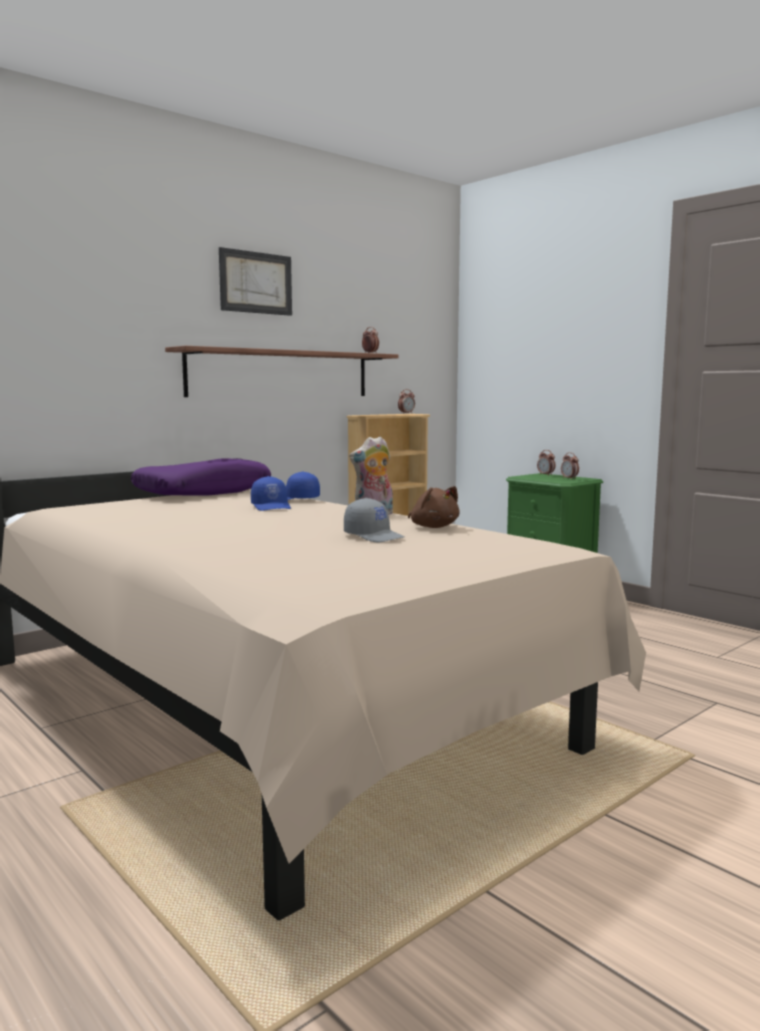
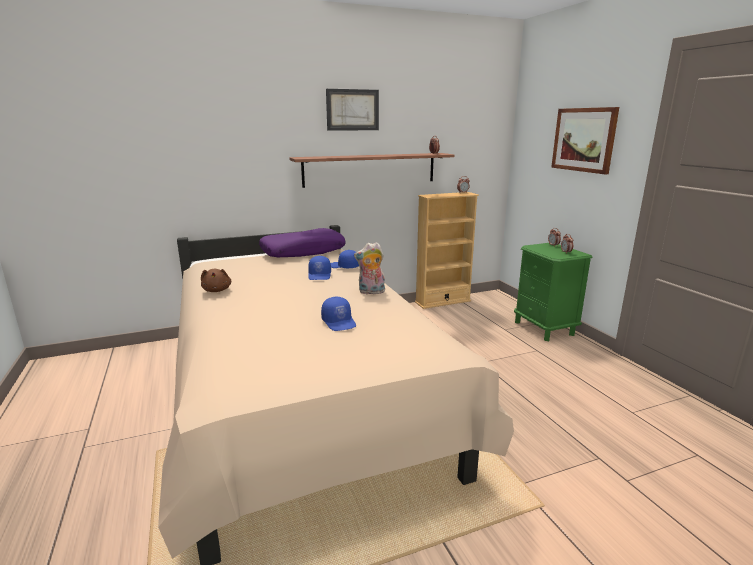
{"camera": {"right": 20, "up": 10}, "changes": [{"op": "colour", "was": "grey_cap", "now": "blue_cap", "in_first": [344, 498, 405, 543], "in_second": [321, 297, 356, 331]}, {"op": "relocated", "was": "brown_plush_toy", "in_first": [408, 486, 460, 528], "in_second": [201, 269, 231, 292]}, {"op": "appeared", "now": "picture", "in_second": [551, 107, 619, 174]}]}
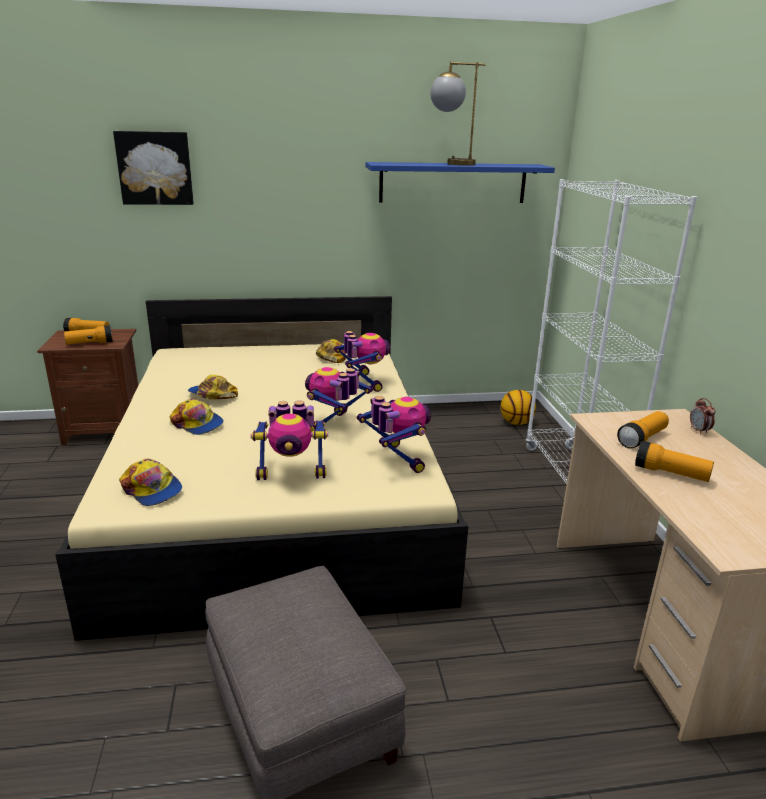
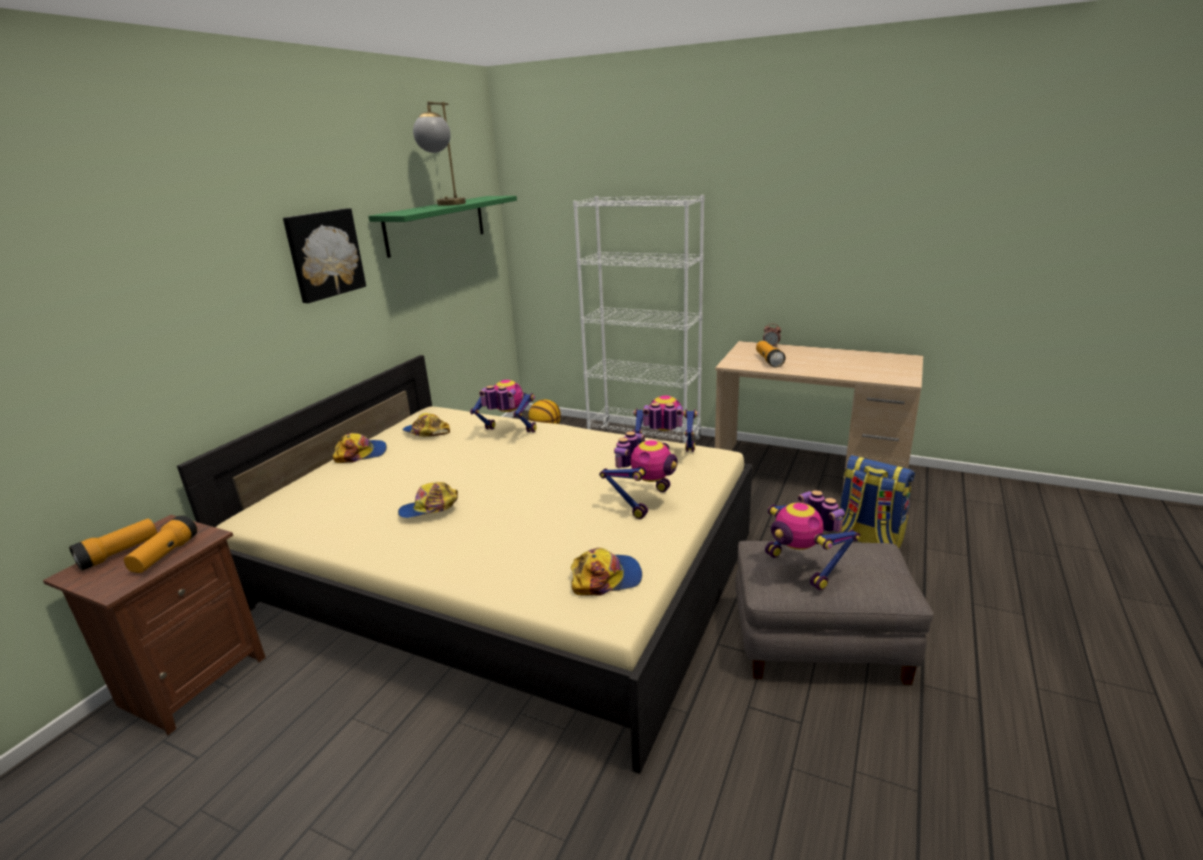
{"camera": {"right": -55, "up": 0}, "changes": [{"op": "relocated", "was": "picture", "in_first": [113, 131, 194, 205], "in_second": [283, 208, 366, 303]}, {"op": "relocated", "was": "cap", "in_first": [169, 399, 224, 435], "in_second": [333, 433, 387, 463]}, {"op": "relocated", "was": "toy_robot", "in_first": [305, 367, 373, 432], "in_second": [765, 490, 860, 590]}, {"op": "colour", "was": "blue_shelf", "now": "green_shelf", "in_first": [366, 162, 555, 203], "in_second": [368, 196, 517, 258]}, {"op": "missing", "was": "flashlight", "in_first": [635, 441, 714, 482]}, {"op": "appeared", "now": "backpack", "in_second": [836, 455, 915, 548]}]}
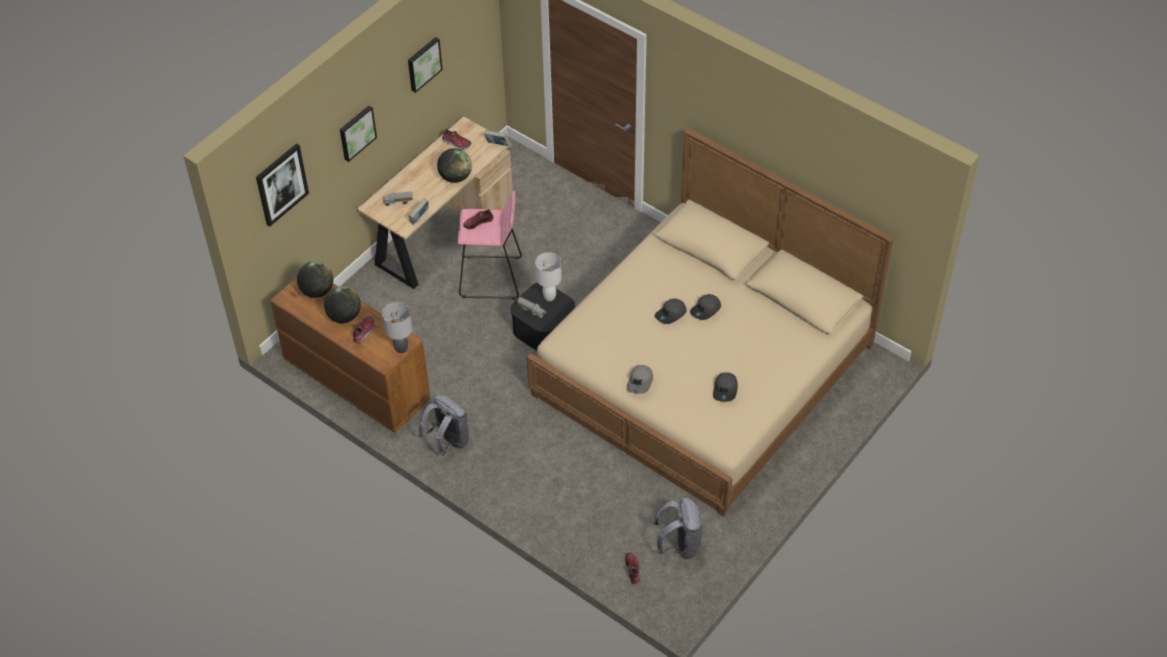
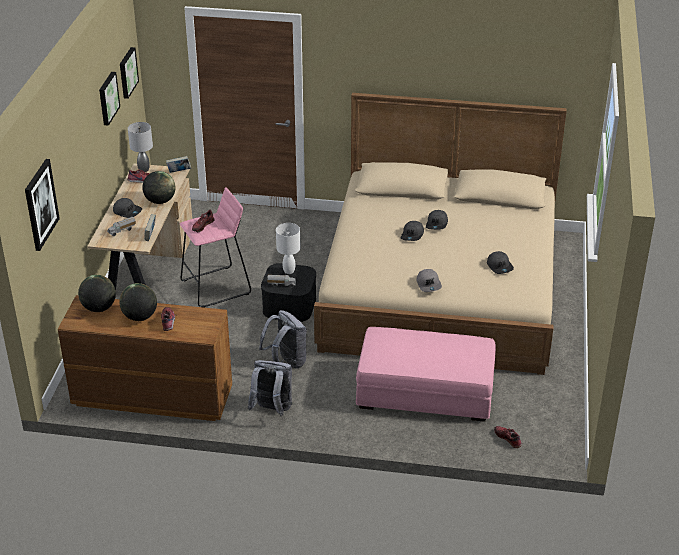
{"camera": {"right": -30, "up": -15}, "changes": [{"op": "relocated", "was": "picture", "in_first": [340, 106, 377, 162], "in_second": [120, 47, 139, 99]}, {"op": "relocated", "was": "grey_table_lamp", "in_first": [382, 302, 412, 353], "in_second": [128, 122, 153, 172]}, {"op": "relocated", "was": "grey_backpack", "in_first": [654, 497, 703, 559], "in_second": [259, 310, 307, 369]}, {"op": "appeared", "now": "grey_cap", "in_second": [113, 198, 142, 218]}, {"op": "appeared", "now": "pink_ottoman", "in_second": [356, 327, 496, 422]}]}
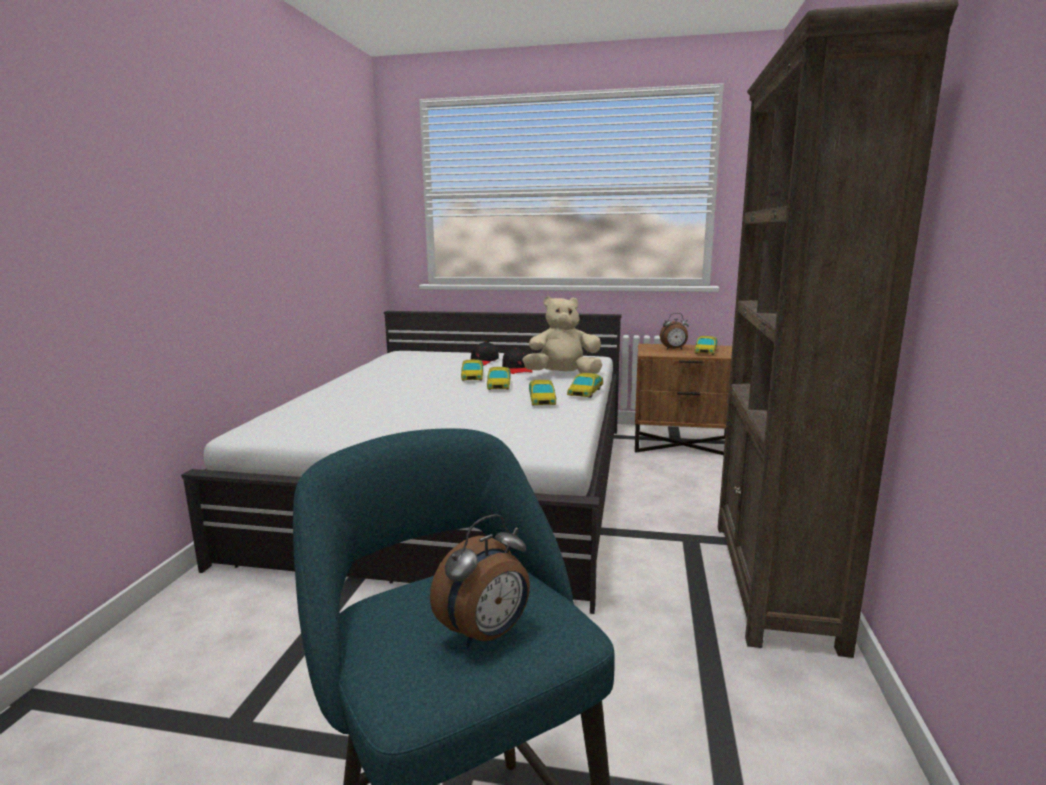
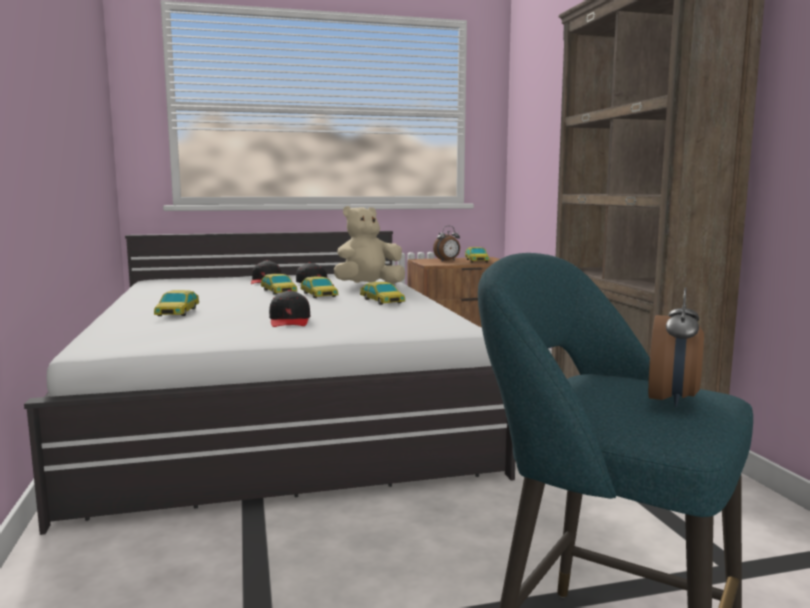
{"camera": {"right": -25, "up": -5}, "changes": [{"op": "relocated", "was": "toy_car", "in_first": [567, 373, 603, 398], "in_second": [154, 290, 199, 316]}, {"op": "appeared", "now": "black_cap", "in_second": [269, 290, 310, 327]}]}
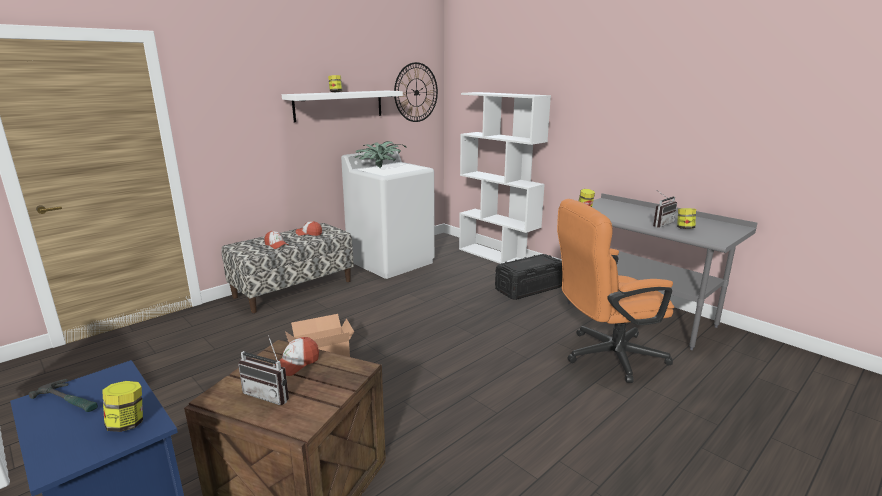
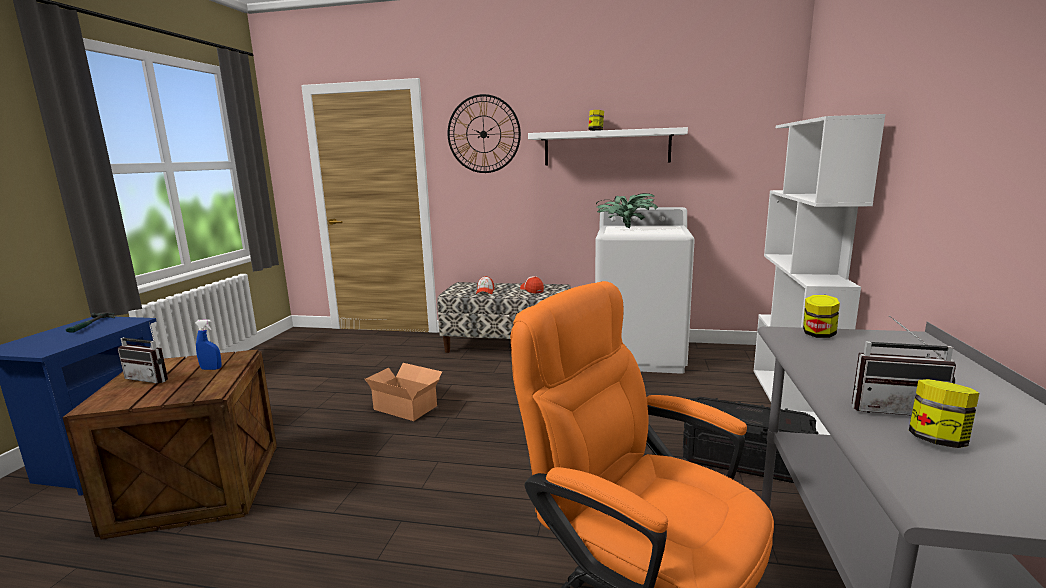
{"camera": {"right": 55, "up": -5}, "changes": [{"op": "missing", "was": "jar", "in_first": [102, 381, 143, 432]}, {"op": "spun", "was": "radio", "in_first": [238, 335, 289, 405], "in_second": [118, 322, 168, 384], "clockwise": -60}, {"op": "exchanged", "was": "cap", "now": "blue_spray_bottle", "in_first": [275, 337, 319, 376], "in_second": [195, 319, 222, 370]}, {"op": "relocated", "was": "wall_clock", "in_first": [394, 62, 438, 122], "in_second": [447, 94, 521, 173]}]}
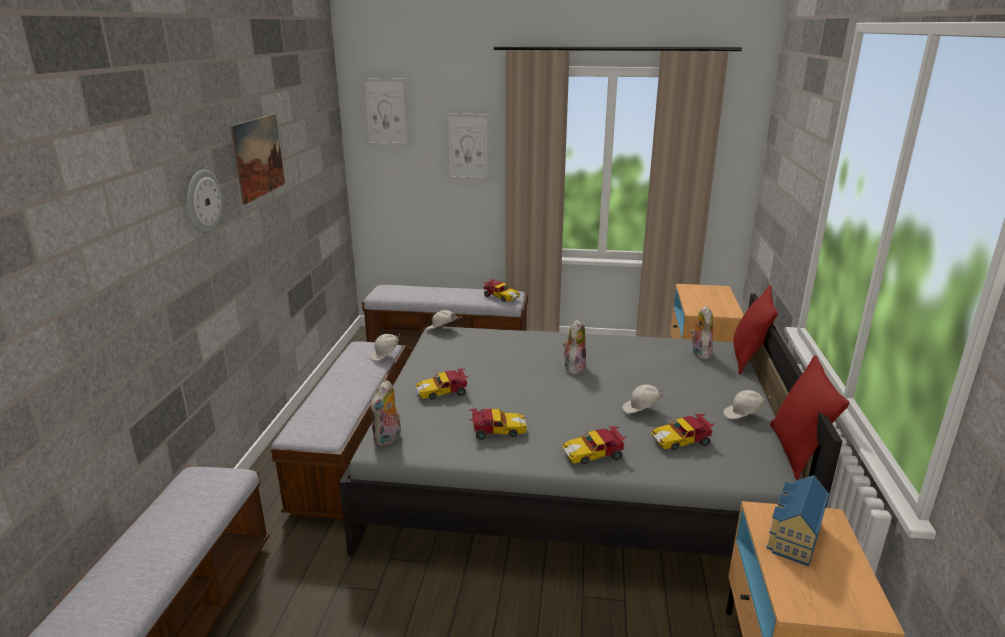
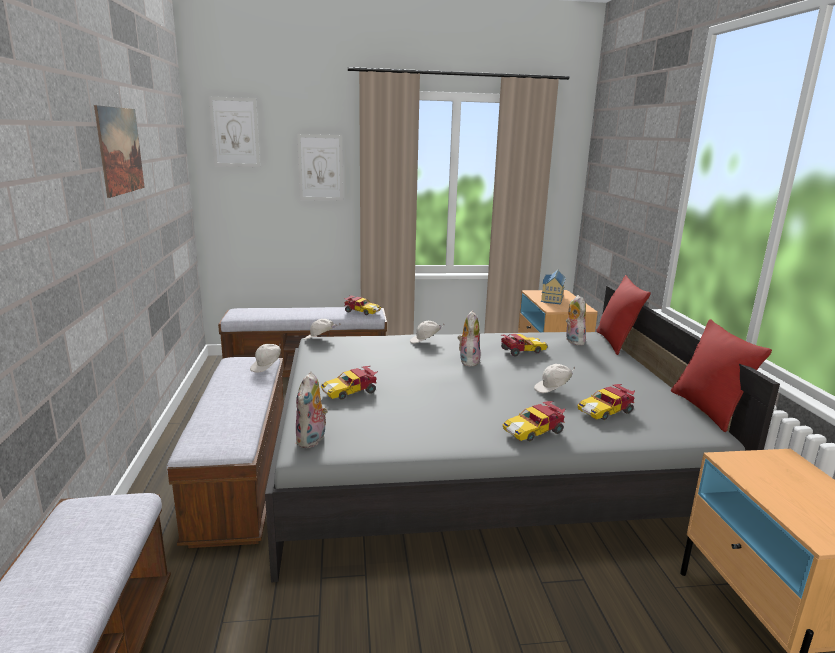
{"camera": {"right": -15, "up": -5}, "changes": [{"op": "missing", "was": "wall_clock", "in_first": [187, 170, 223, 233]}, {"op": "relocated", "was": "toy_car", "in_first": [468, 408, 527, 440], "in_second": [500, 334, 547, 356]}, {"op": "relocated", "was": "white_cap", "in_first": [723, 390, 771, 419], "in_second": [410, 321, 445, 344]}, {"op": "relocated", "was": "toy_house", "in_first": [767, 475, 829, 566], "in_second": [541, 270, 566, 304]}]}
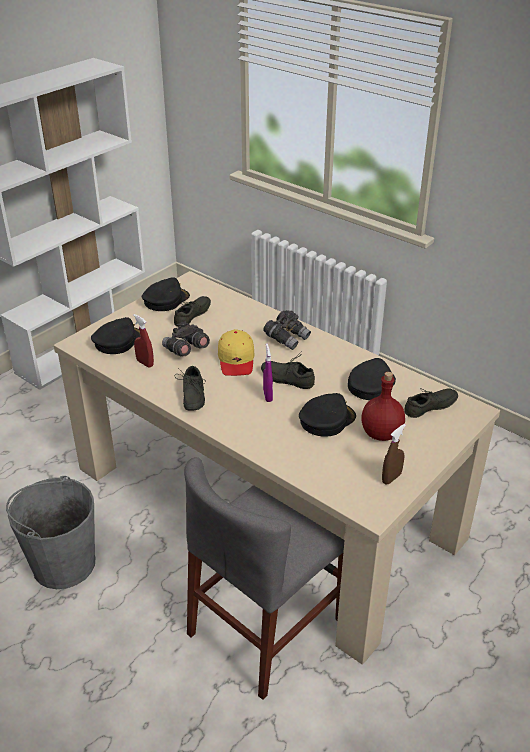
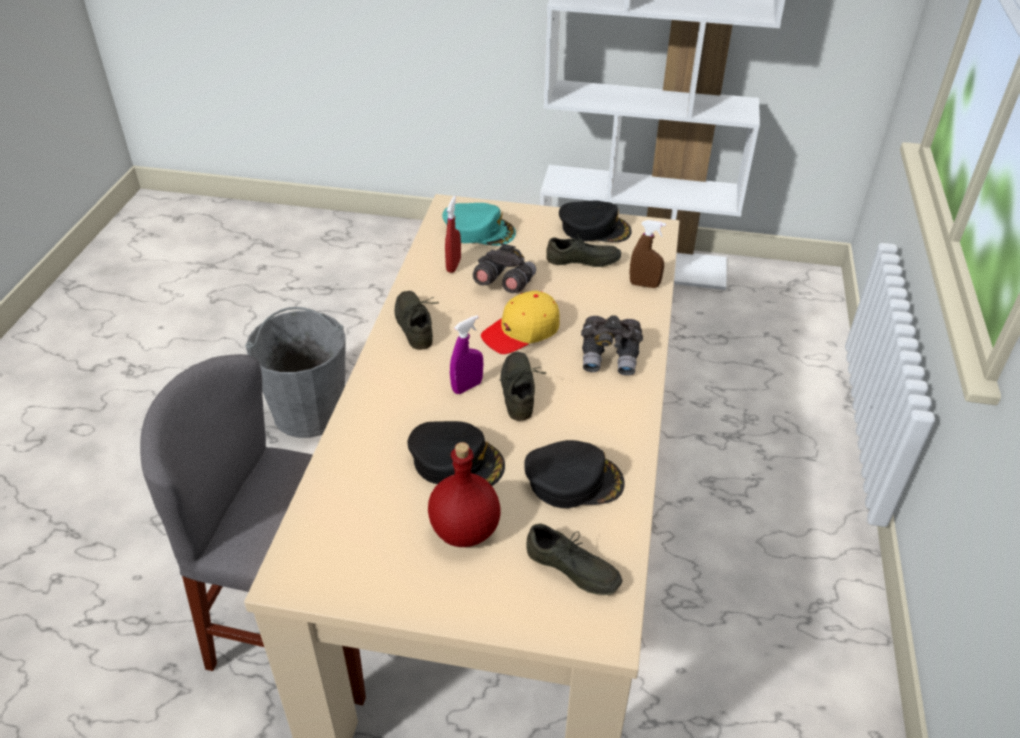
{"camera": {"right": 60, "up": 5}, "changes": [{"op": "colour", "was": "black_cap", "now": "turquoise_cap", "in_first": [91, 317, 140, 354], "in_second": [442, 203, 516, 246]}, {"op": "spun", "was": "grey_shoe", "in_first": [175, 366, 206, 410], "in_second": [395, 291, 439, 350], "clockwise": 105}, {"op": "relocated", "was": "brown_spray_bottle", "in_first": [382, 424, 406, 484], "in_second": [630, 220, 666, 288]}]}
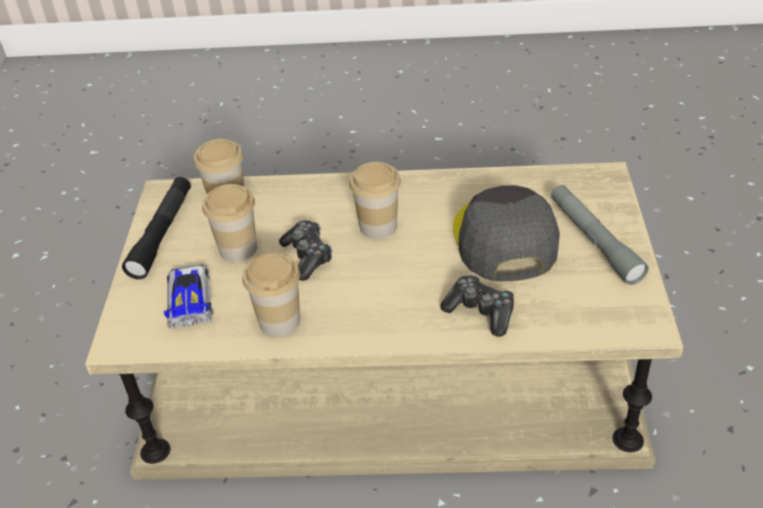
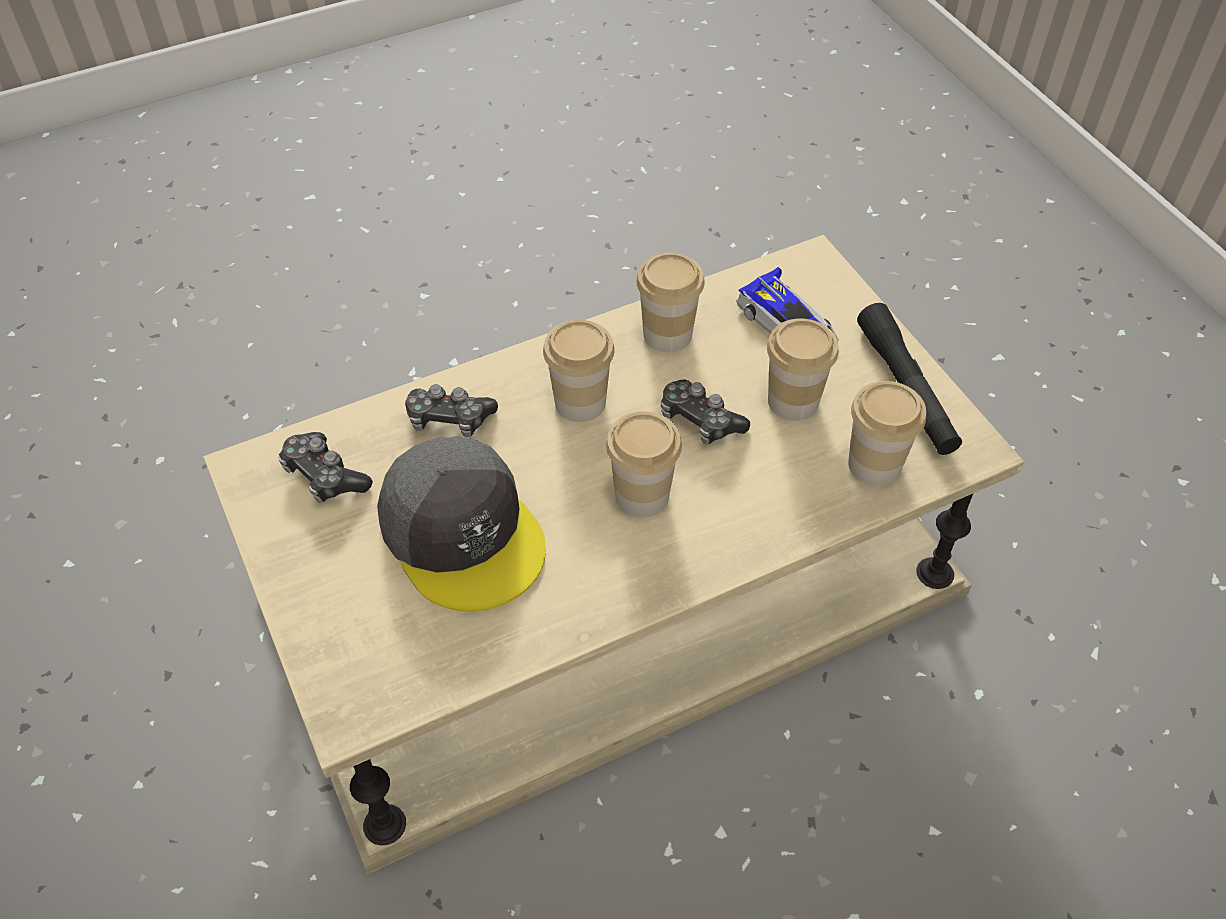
{"camera": {"right": 150, "up": 10}, "changes": [{"op": "missing", "was": "grey_flashlight", "in_first": [551, 185, 649, 285]}, {"op": "appeared", "now": "game_controller", "in_second": [278, 432, 373, 502]}, {"op": "appeared", "now": "cup", "in_second": [543, 320, 615, 422]}]}
